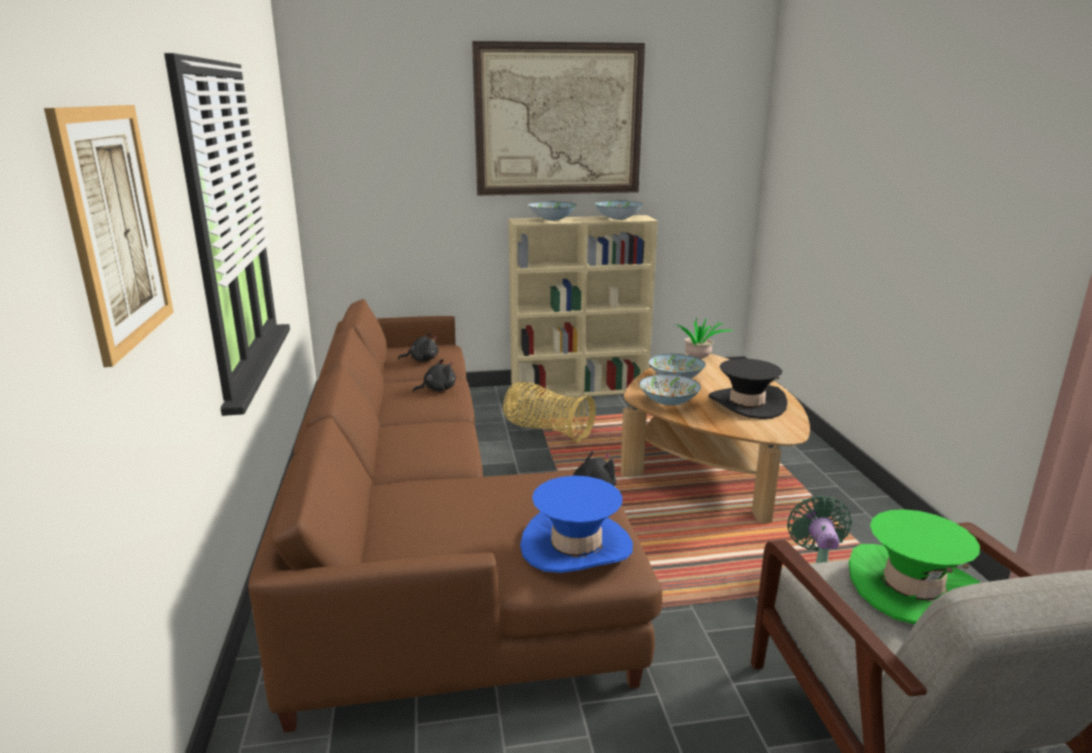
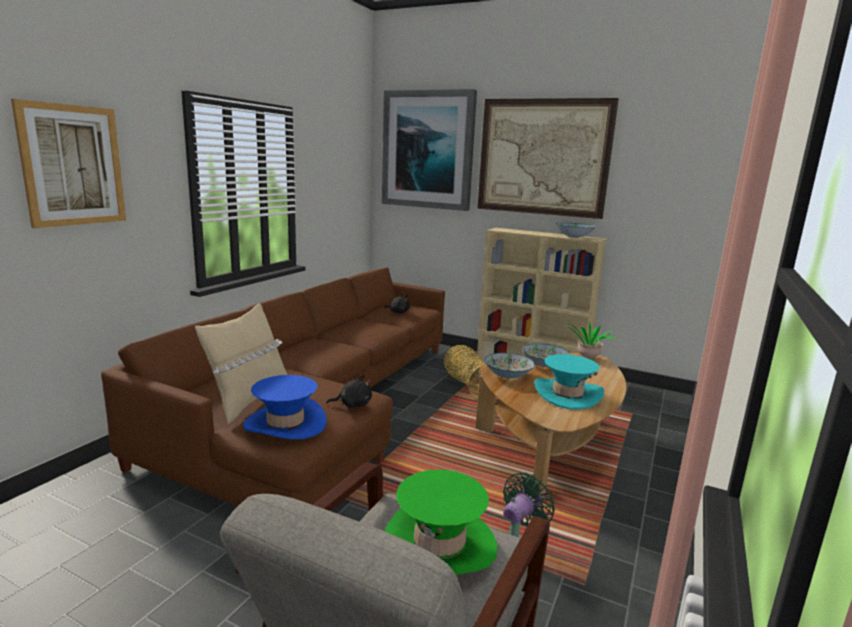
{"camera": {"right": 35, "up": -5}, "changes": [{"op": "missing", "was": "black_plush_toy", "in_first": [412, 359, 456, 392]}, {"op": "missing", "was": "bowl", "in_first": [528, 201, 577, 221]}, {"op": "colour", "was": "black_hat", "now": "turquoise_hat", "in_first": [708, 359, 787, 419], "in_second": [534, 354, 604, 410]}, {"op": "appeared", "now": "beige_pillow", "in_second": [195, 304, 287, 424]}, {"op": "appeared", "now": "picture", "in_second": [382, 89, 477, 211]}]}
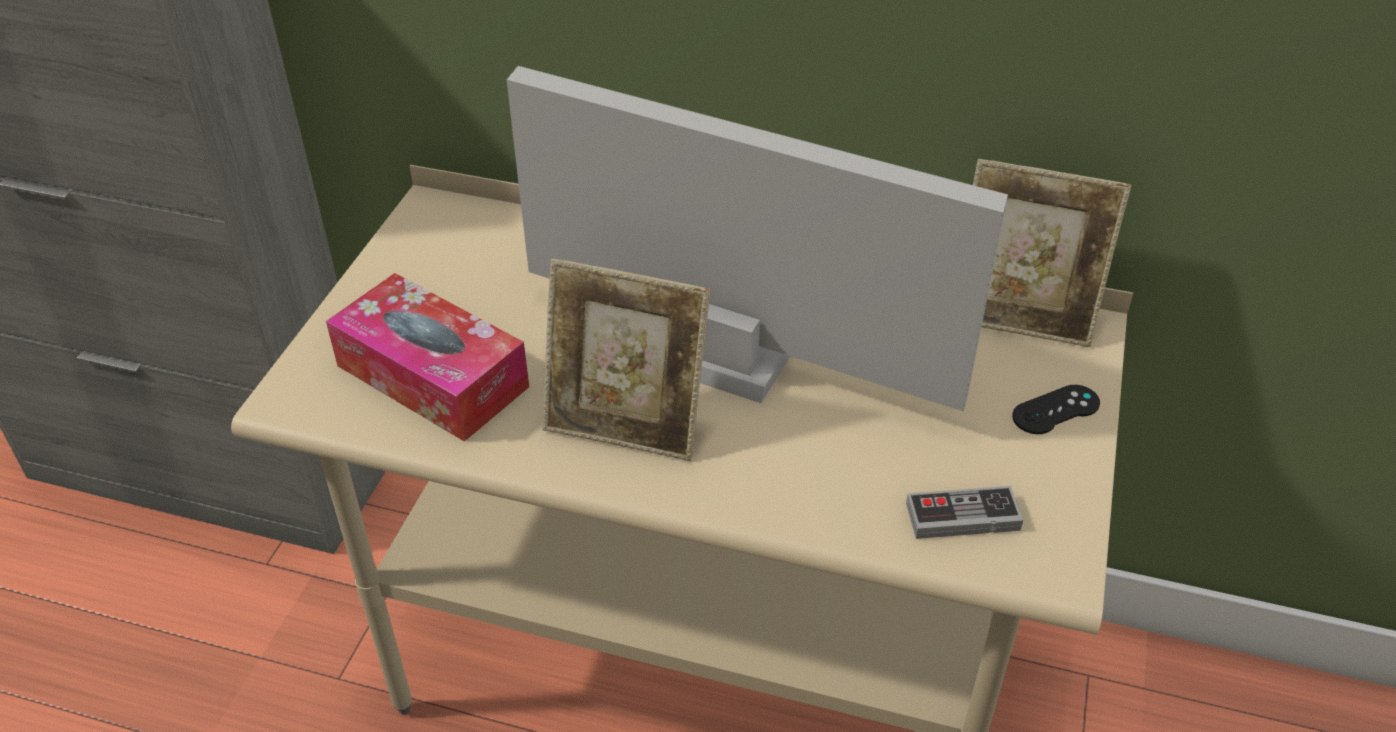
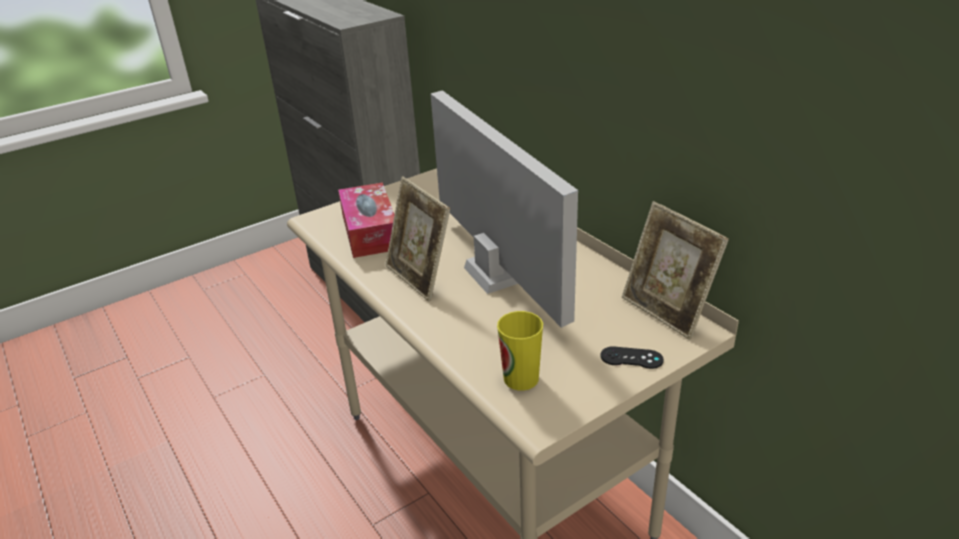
{"camera": {"right": 40, "up": -10}, "changes": [{"op": "exchanged", "was": "game_controller", "now": "cup", "in_first": [906, 486, 1023, 539], "in_second": [497, 311, 543, 391]}]}
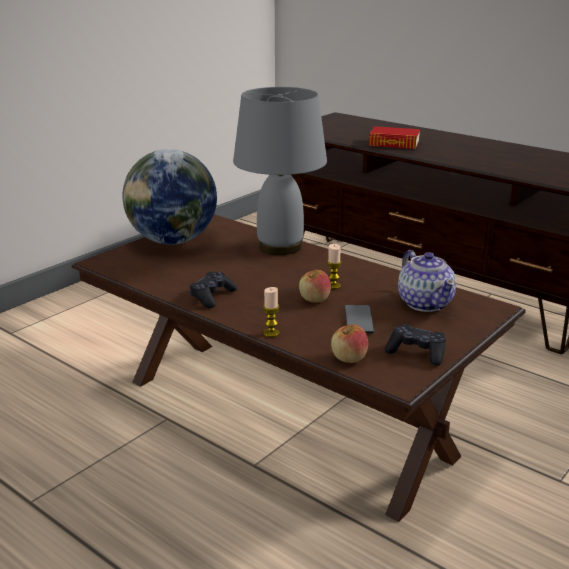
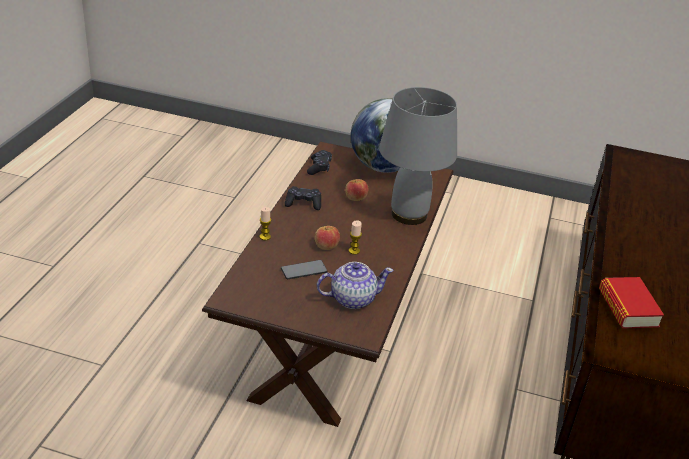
{"camera": {"right": 65, "up": 10}, "changes": [{"op": "relocated", "was": "apple", "in_first": [331, 324, 368, 363], "in_second": [345, 179, 368, 201]}, {"op": "relocated", "was": "book", "in_first": [369, 126, 420, 149], "in_second": [599, 277, 664, 328]}, {"op": "relocated", "was": "black_game_controller", "in_first": [385, 324, 446, 366], "in_second": [307, 150, 332, 175]}, {"op": "spun", "was": "teapot", "in_first": [398, 250, 456, 312], "in_second": [317, 262, 394, 309], "clockwise": -150}]}
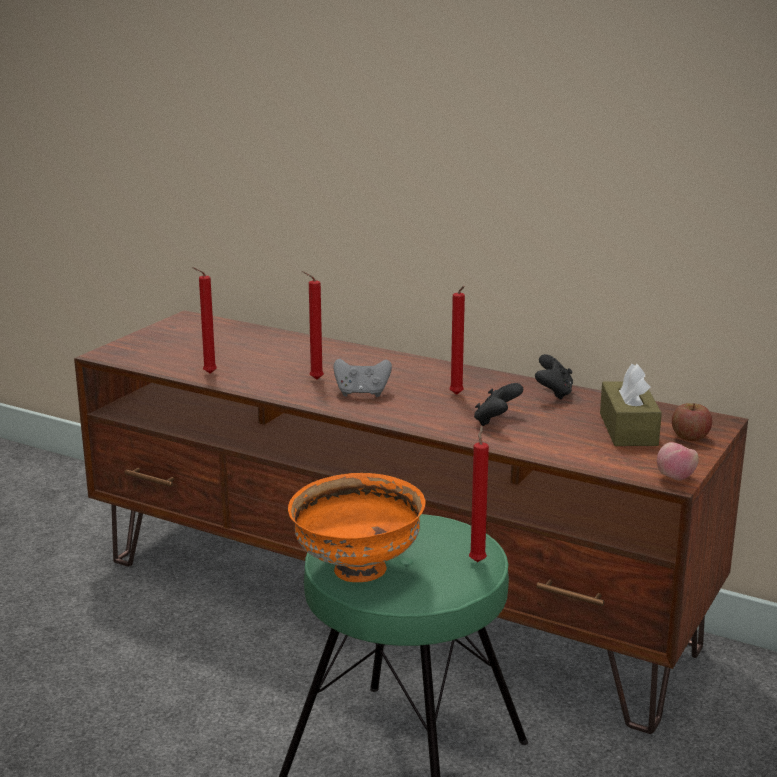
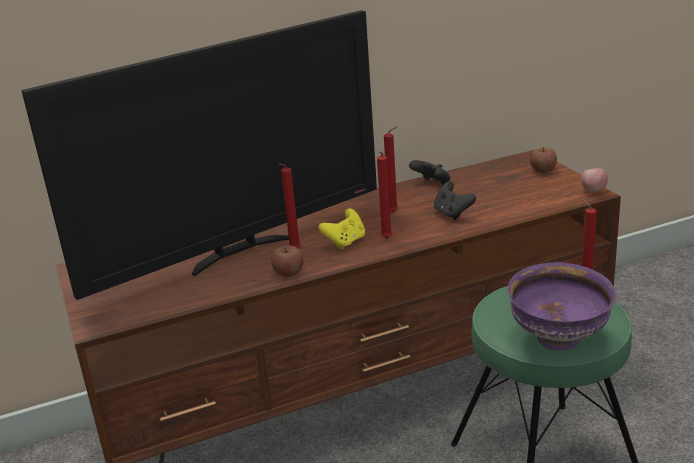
{"camera": {"right": -50, "up": 5}, "changes": [{"op": "relocated", "was": "red_candle", "in_first": [192, 267, 217, 374], "in_second": [377, 152, 392, 239]}, {"op": "colour", "was": "orange_bowl", "now": "purple_bowl", "in_first": [288, 473, 426, 582], "in_second": [508, 262, 616, 350]}, {"op": "colour", "was": "grey_game_controller", "now": "yellow_game_controller", "in_first": [333, 359, 392, 397], "in_second": [318, 208, 365, 250]}, {"op": "missing", "was": "brown_tissue_box", "in_first": [600, 364, 662, 446]}, {"op": "appeared", "now": "television", "in_second": [21, 10, 377, 300]}, {"op": "appeared", "now": "apple", "in_second": [271, 245, 303, 277]}]}
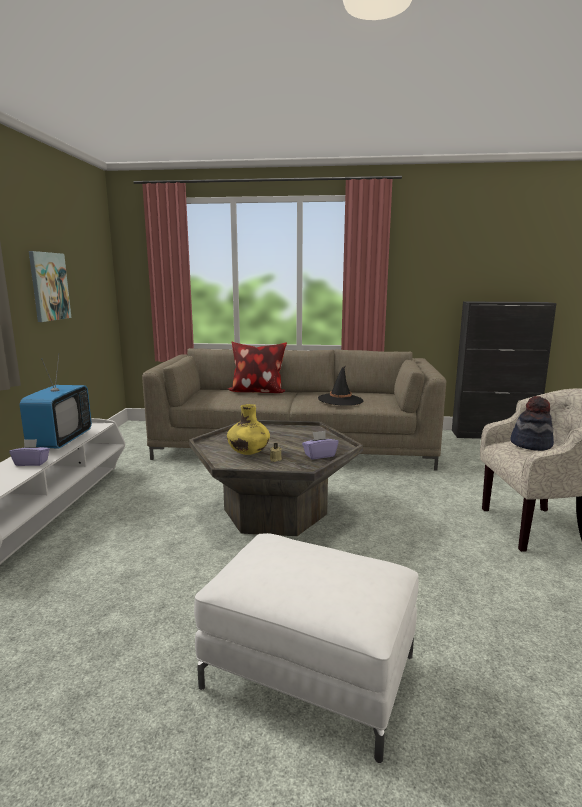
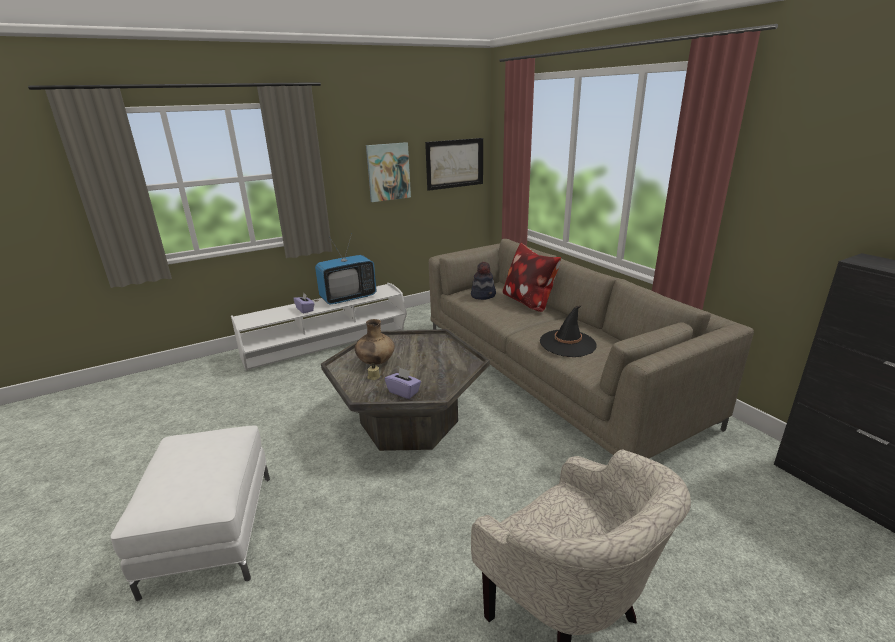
{"camera": {"right": 55, "up": 10}, "changes": [{"op": "colour", "was": "yellow_vase", "now": "brown_vase", "in_first": [227, 404, 270, 455], "in_second": [355, 319, 395, 365]}, {"op": "relocated", "was": "hat", "in_first": [511, 396, 554, 451], "in_second": [471, 262, 496, 300]}, {"op": "appeared", "now": "picture", "in_second": [425, 138, 483, 191]}]}
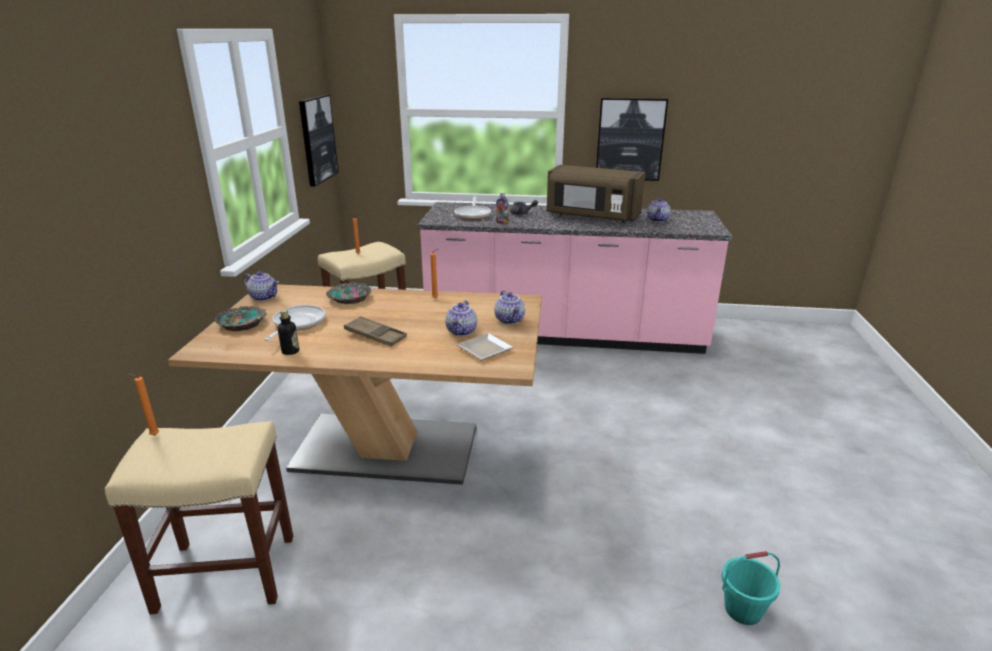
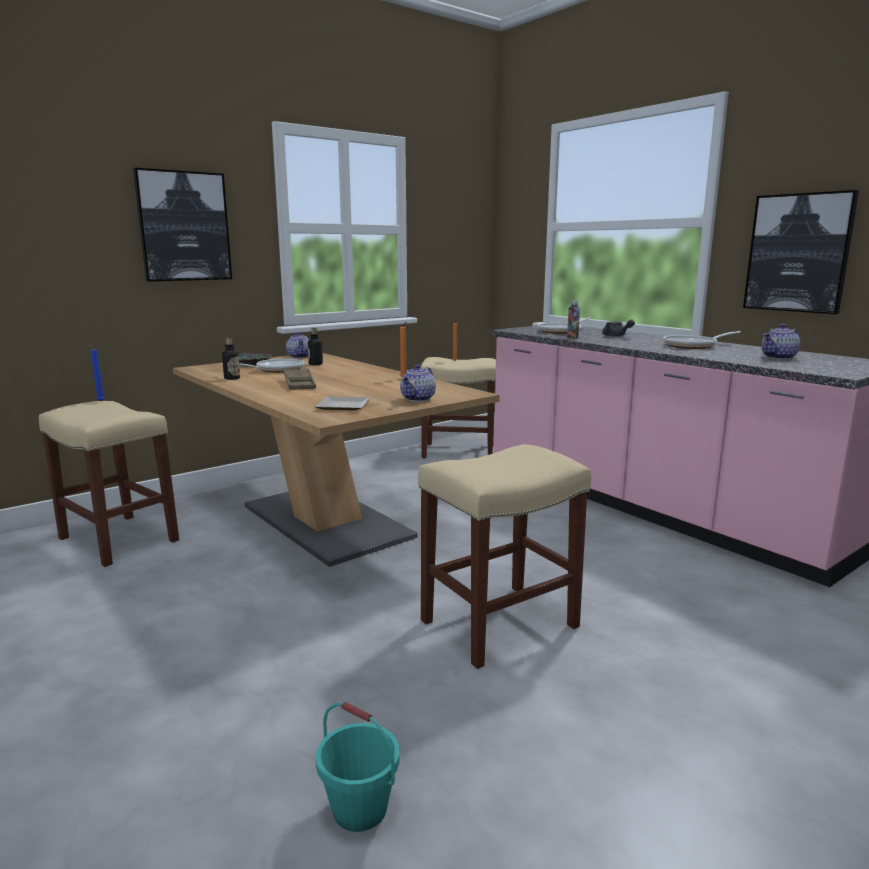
{"camera": {"right": 45, "up": -10}, "changes": [{"op": "colour", "was": "orange_candle", "now": "blue_candle", "in_first": [128, 373, 159, 435], "in_second": [89, 344, 104, 401]}, {"op": "relocated", "was": "picture", "in_first": [299, 95, 338, 186], "in_second": [133, 168, 232, 282]}, {"op": "missing", "was": "bowl", "in_first": [326, 282, 371, 304]}, {"op": "missing", "was": "teapot", "in_first": [445, 300, 477, 336]}, {"op": "exchanged", "was": "brown_microwave", "now": "frying_pan", "in_first": [547, 165, 645, 223], "in_second": [663, 331, 741, 349]}, {"op": "appeared", "now": "bottle", "in_second": [308, 328, 323, 365]}, {"op": "appeared", "now": "beige_stool", "in_second": [418, 444, 591, 669]}]}
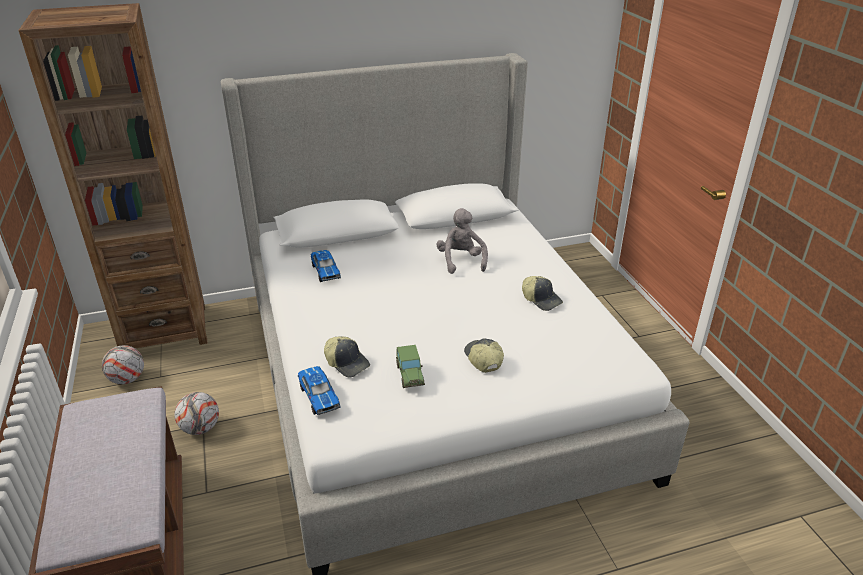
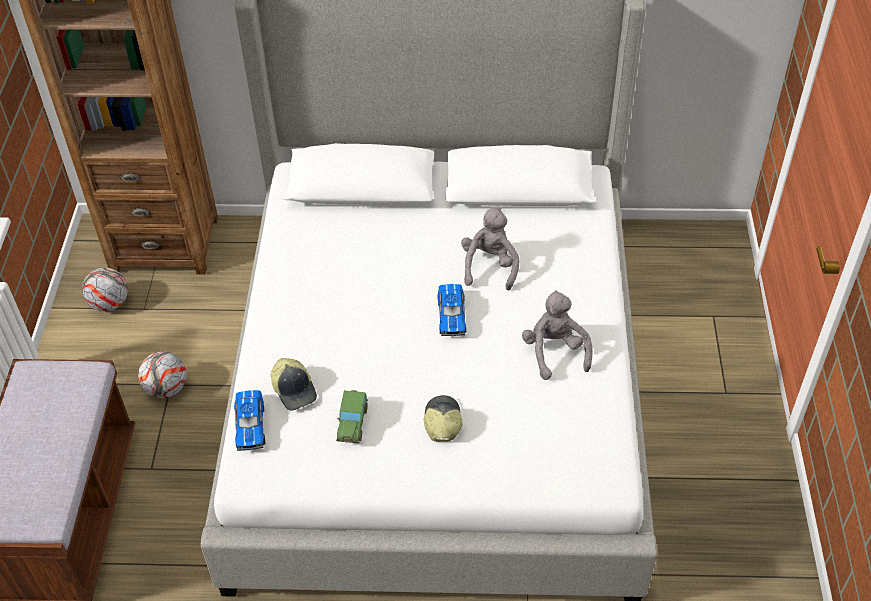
{"camera": {"right": 20, "up": 15}, "changes": [{"op": "relocated", "was": "toy_car", "in_first": [311, 250, 341, 282], "in_second": [437, 284, 466, 336]}, {"op": "exchanged", "was": "cap", "now": "grey_plush_toy", "in_first": [522, 276, 563, 311], "in_second": [522, 290, 593, 380]}]}
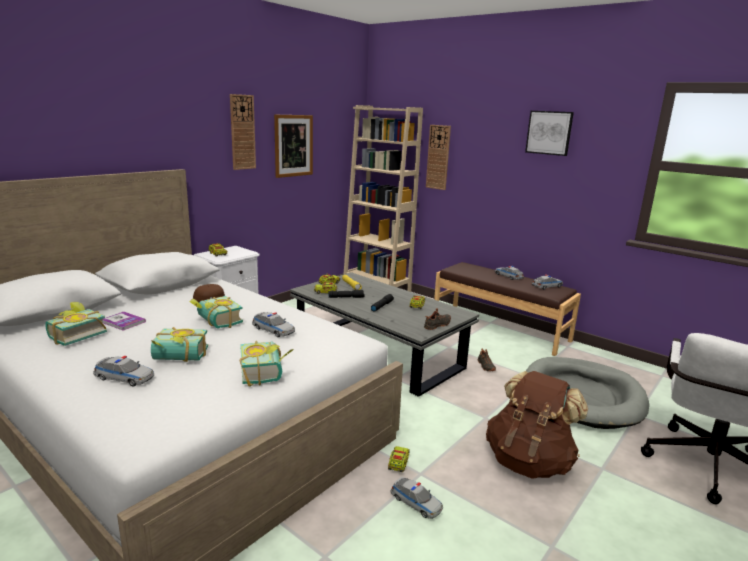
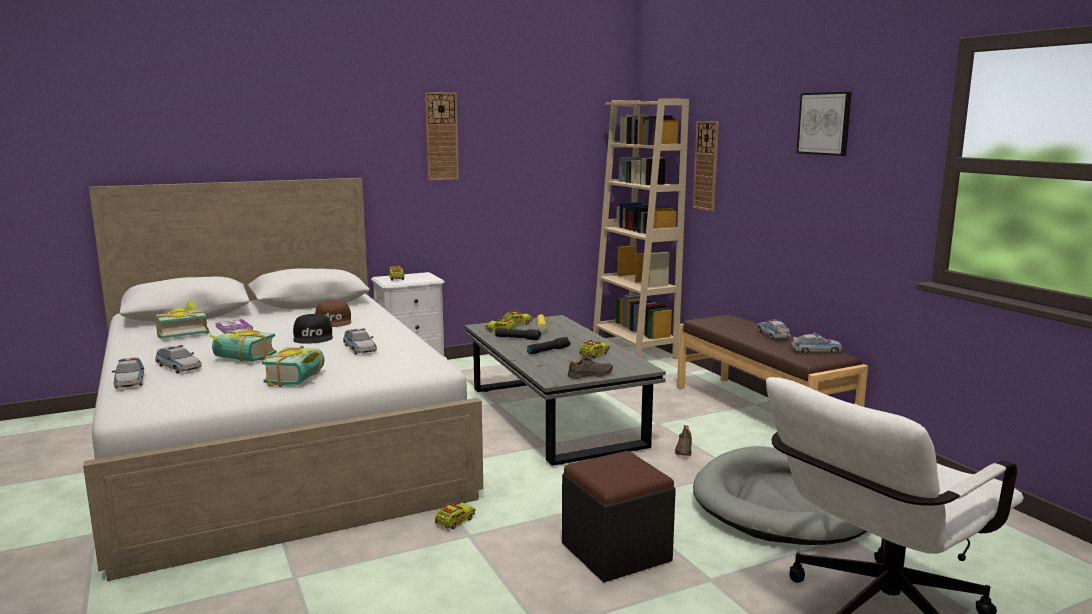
{"camera": {"right": 25, "up": -5}, "changes": [{"op": "exchanged", "was": "book", "now": "black_cap", "in_first": [189, 296, 243, 329], "in_second": [293, 314, 333, 344]}, {"op": "missing", "was": "picture", "in_first": [274, 115, 313, 178]}, {"op": "relocated", "was": "toy_car", "in_first": [390, 477, 443, 519], "in_second": [112, 357, 144, 389]}, {"op": "exchanged", "was": "brown_backpack", "now": "black_ottoman", "in_first": [486, 371, 588, 478], "in_second": [562, 451, 676, 582]}]}
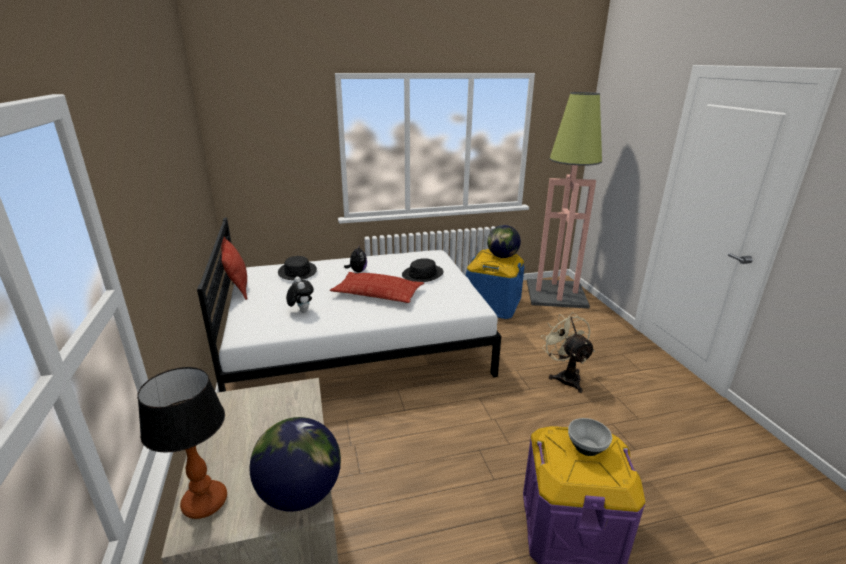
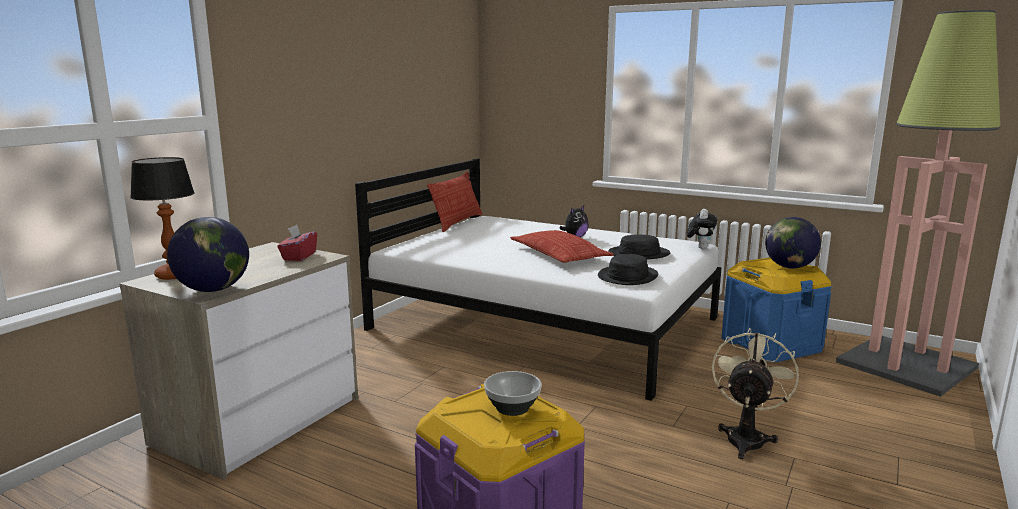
{"camera": {"right": 45, "up": -10}, "changes": [{"op": "relocated", "was": "black_hat", "in_first": [278, 256, 317, 280], "in_second": [598, 254, 658, 285]}, {"op": "relocated", "was": "plush_toy", "in_first": [286, 277, 314, 312], "in_second": [687, 209, 718, 249]}, {"op": "appeared", "now": "red_tissue_box", "in_second": [277, 224, 317, 261]}]}
